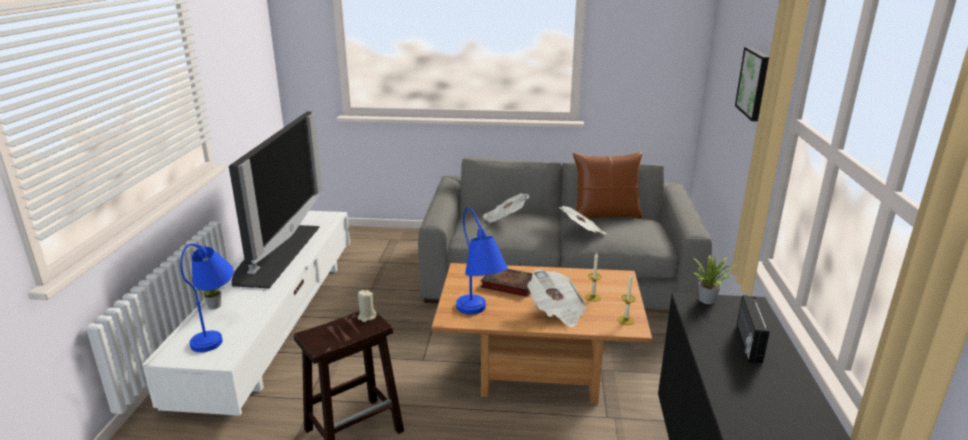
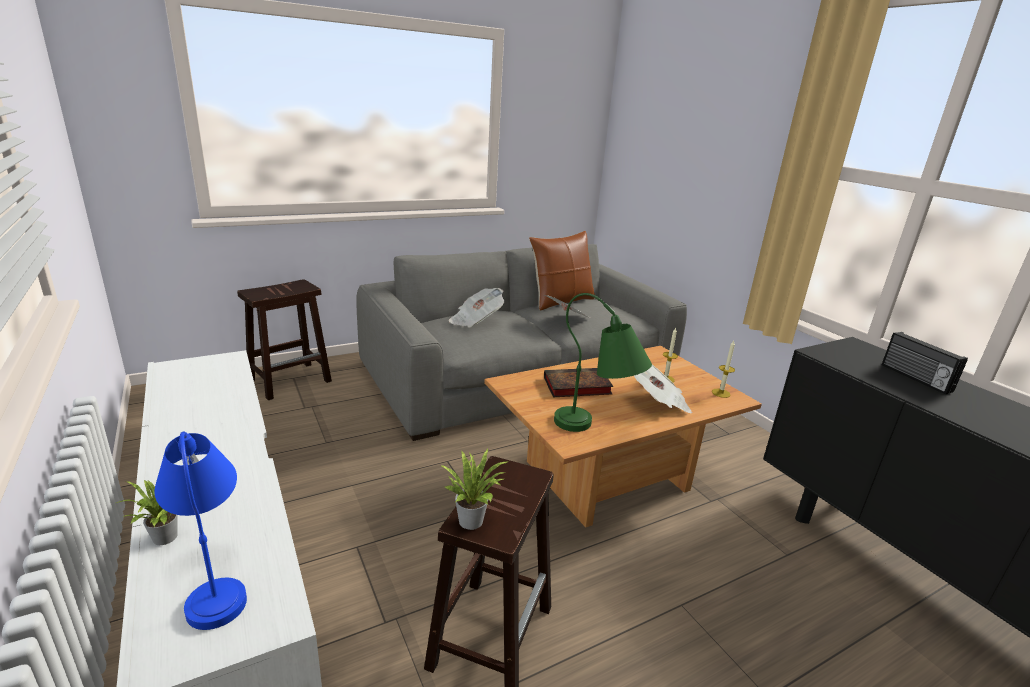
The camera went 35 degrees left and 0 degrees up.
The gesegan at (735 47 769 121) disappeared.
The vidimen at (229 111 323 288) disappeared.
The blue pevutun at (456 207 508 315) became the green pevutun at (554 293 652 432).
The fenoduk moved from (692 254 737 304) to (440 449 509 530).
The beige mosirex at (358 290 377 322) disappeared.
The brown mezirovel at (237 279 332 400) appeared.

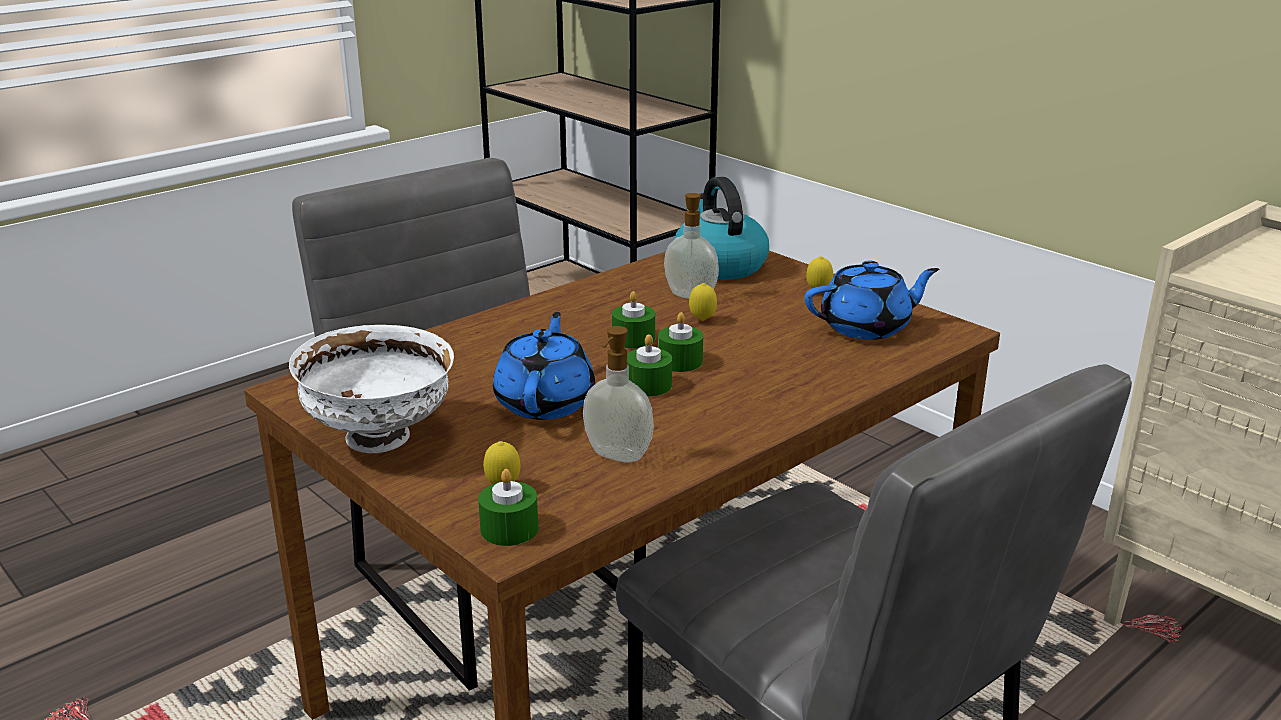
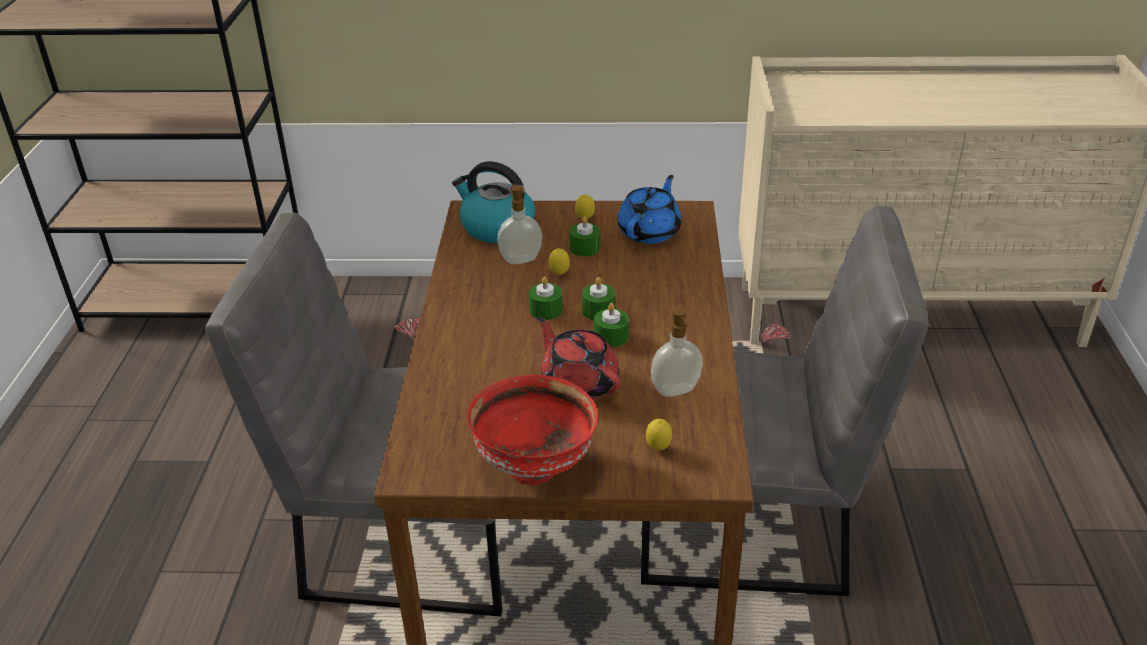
The camera went 45 degrees left and 10 degrees up.
The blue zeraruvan at (493 312 595 420) became the red zeraruvan at (537 317 621 399).
The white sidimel at (289 325 454 453) became the red sidimel at (467 375 598 485).
The green mosirex moved from (478 469 538 546) to (569 216 600 257).

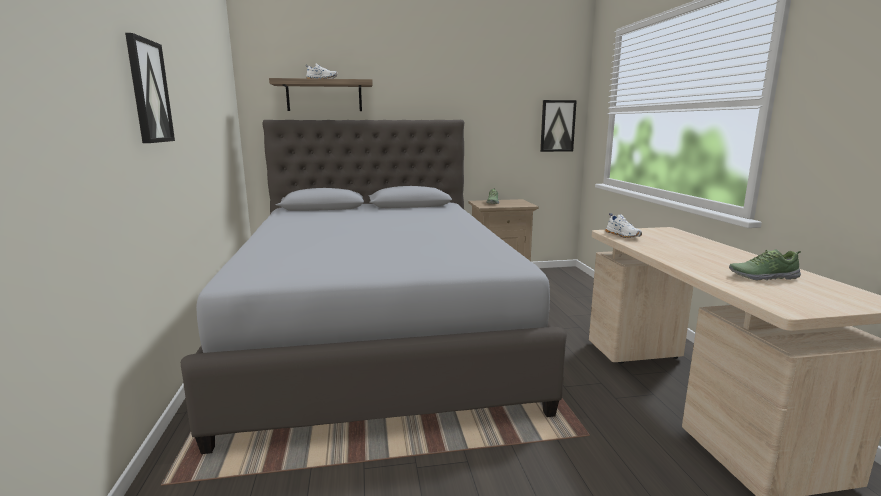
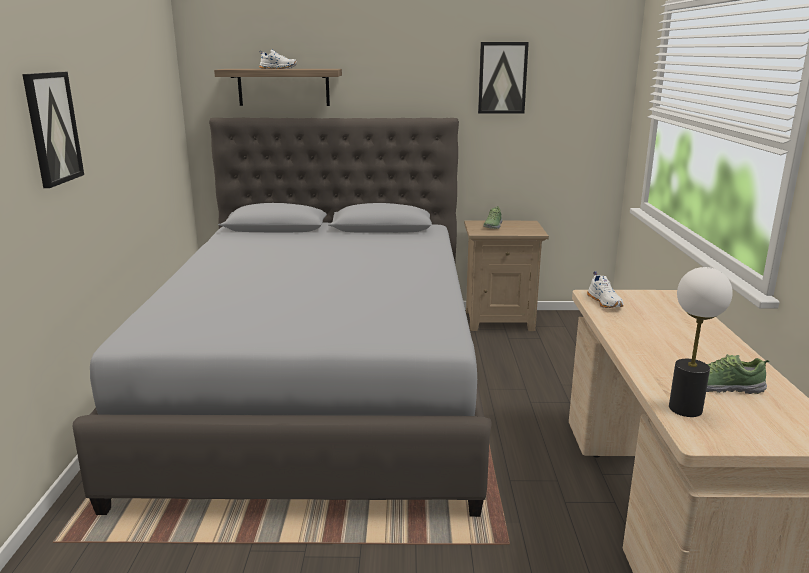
The camera went 10 degrees right and 5 degrees up.
The gesegan moved from (540 100 577 152) to (478 42 529 114).
The pevutun at (669 267 733 417) appeared.

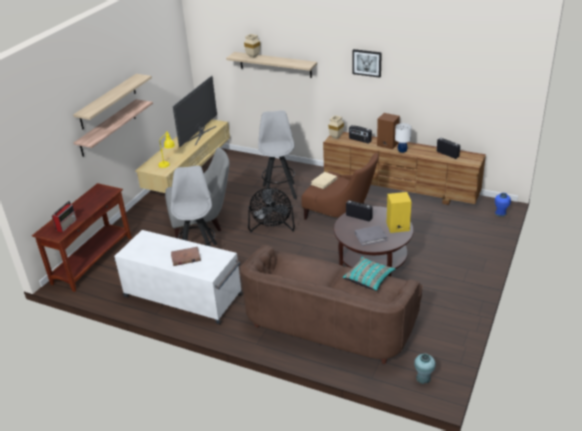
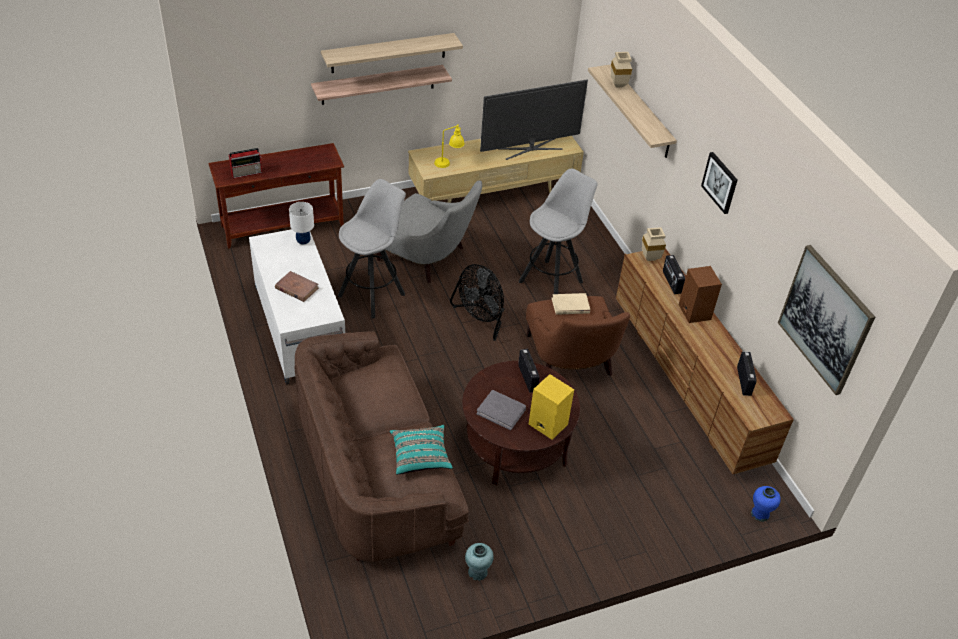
The camera went 40 degrees right and 10 degrees up.
The white pevutun moved from (395 123 411 153) to (289 202 314 245).
The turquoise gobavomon moved from (414 354 436 384) to (465 543 494 581).
The gesegan at (778 245 875 395) appeared.

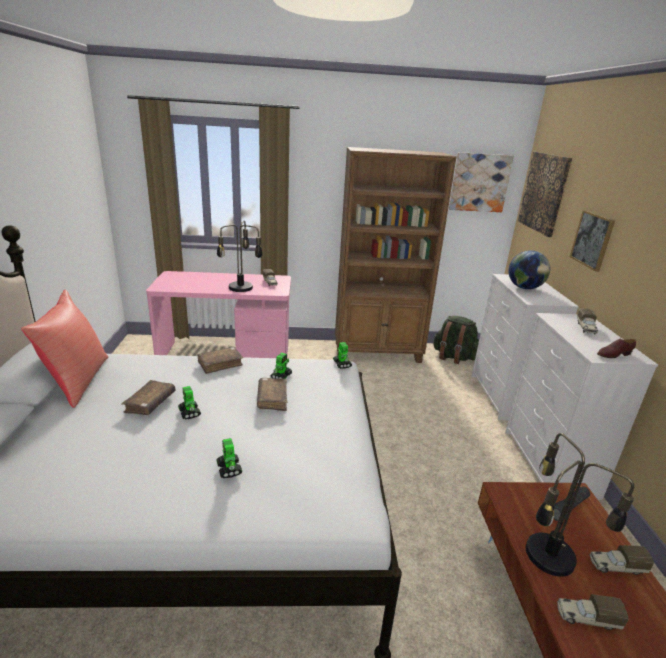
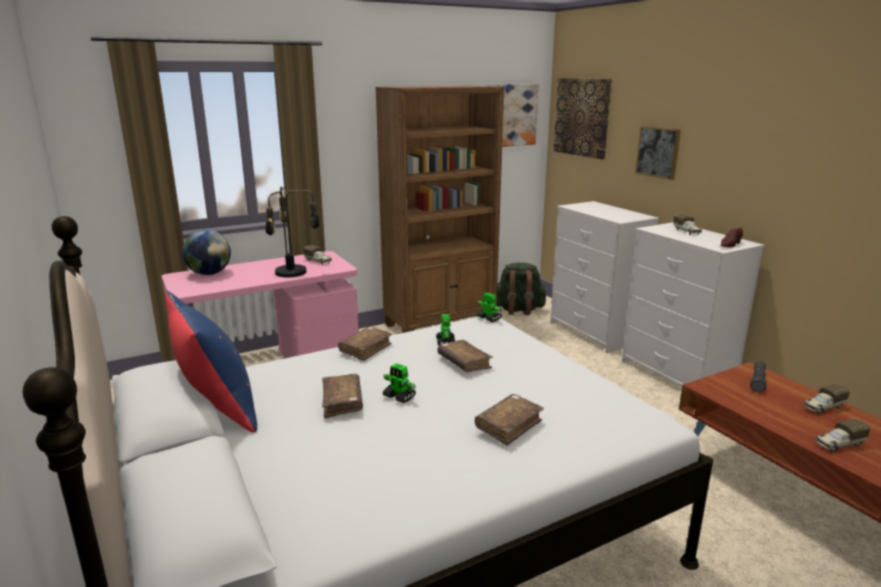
The camera went 25 degrees left and 5 degrees down.
The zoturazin moved from (508 250 550 289) to (182 230 231 275).
The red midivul at (21 289 109 408) became the blue midivul at (165 291 257 433).
The pevutun at (526 433 634 577) disappeared.
The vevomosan at (216 438 242 478) was replaced by the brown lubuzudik at (475 394 544 446).

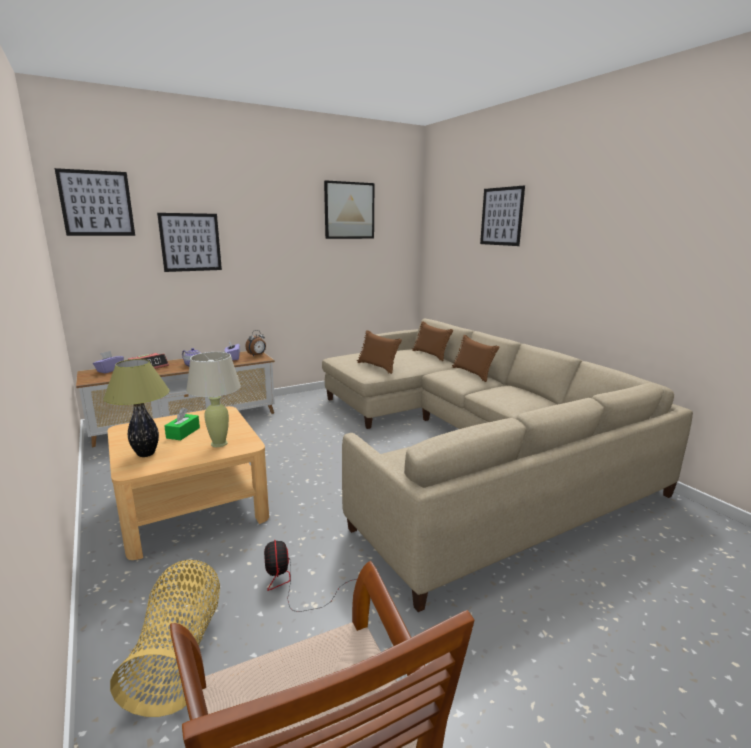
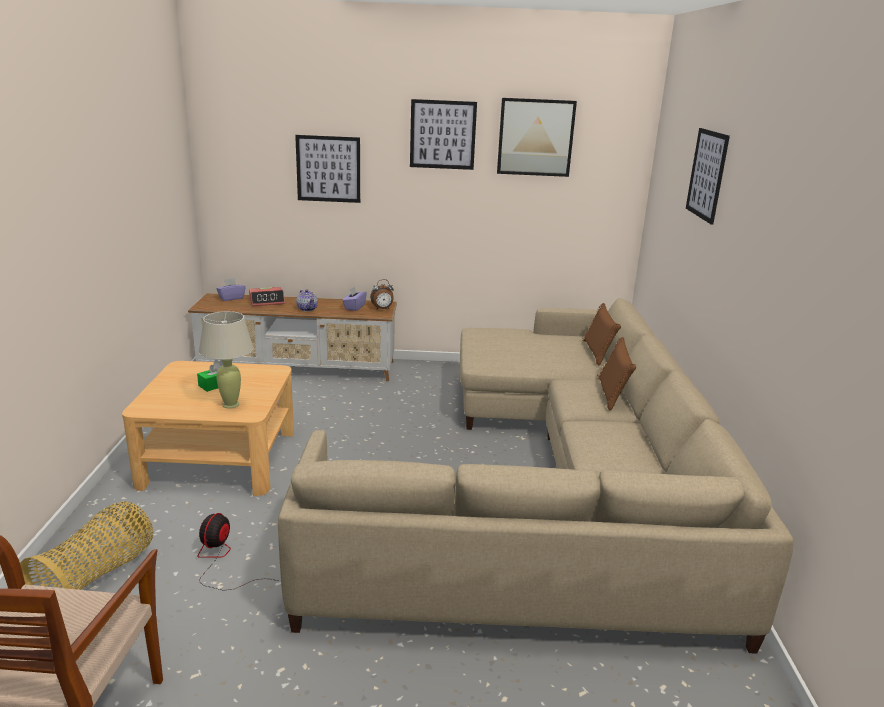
The camera went 30 degrees right and 5 degrees up.
The gesegan moved from (55 168 135 236) to (410 99 477 170).
The brown midivul at (357 330 402 374) disappeared.
The pevutun at (103 359 170 457) disappeared.

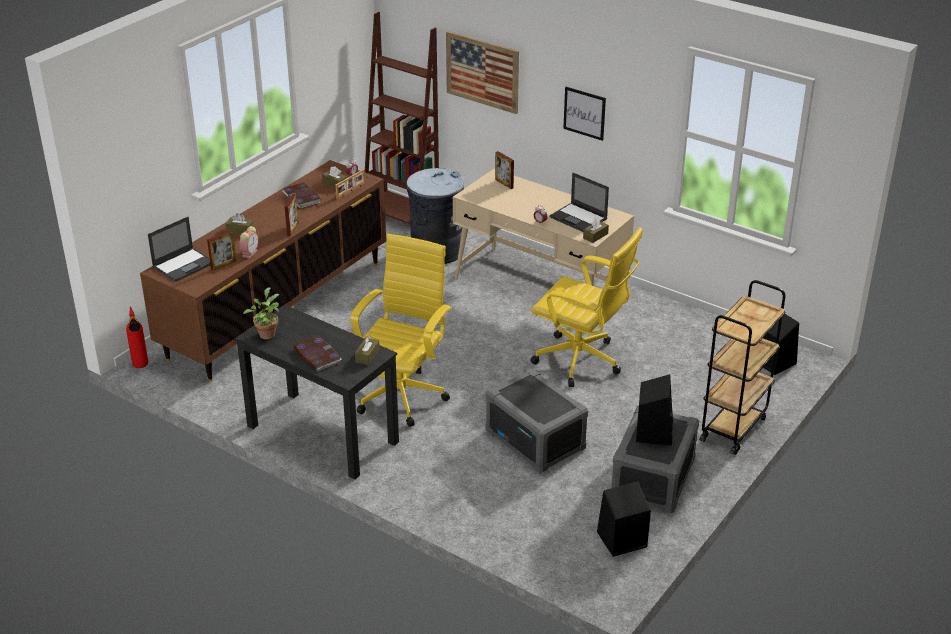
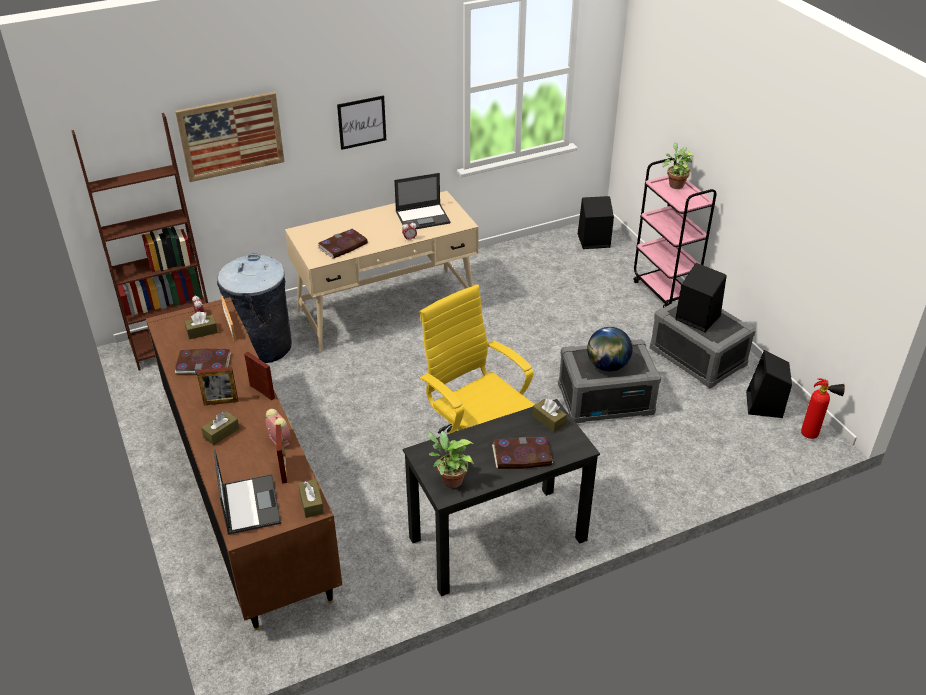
The camera went 60 degrees left and 5 degrees up.
The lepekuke moved from (495 151 514 189) to (197 367 238 405).
The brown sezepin moved from (583 218 609 243) to (298 479 324 518).
The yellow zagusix at (531 227 642 387) disappeared.
The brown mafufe at (699 280 785 455) became the pink mafufe at (634 158 717 308).
The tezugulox moved from (126 306 148 368) to (801 378 845 439).
The fenoduk at (663 143 694 189) appeared.
The lubuzudik at (317 229 368 259) appeared.
The zoturazin at (587 327 633 371) appeared.

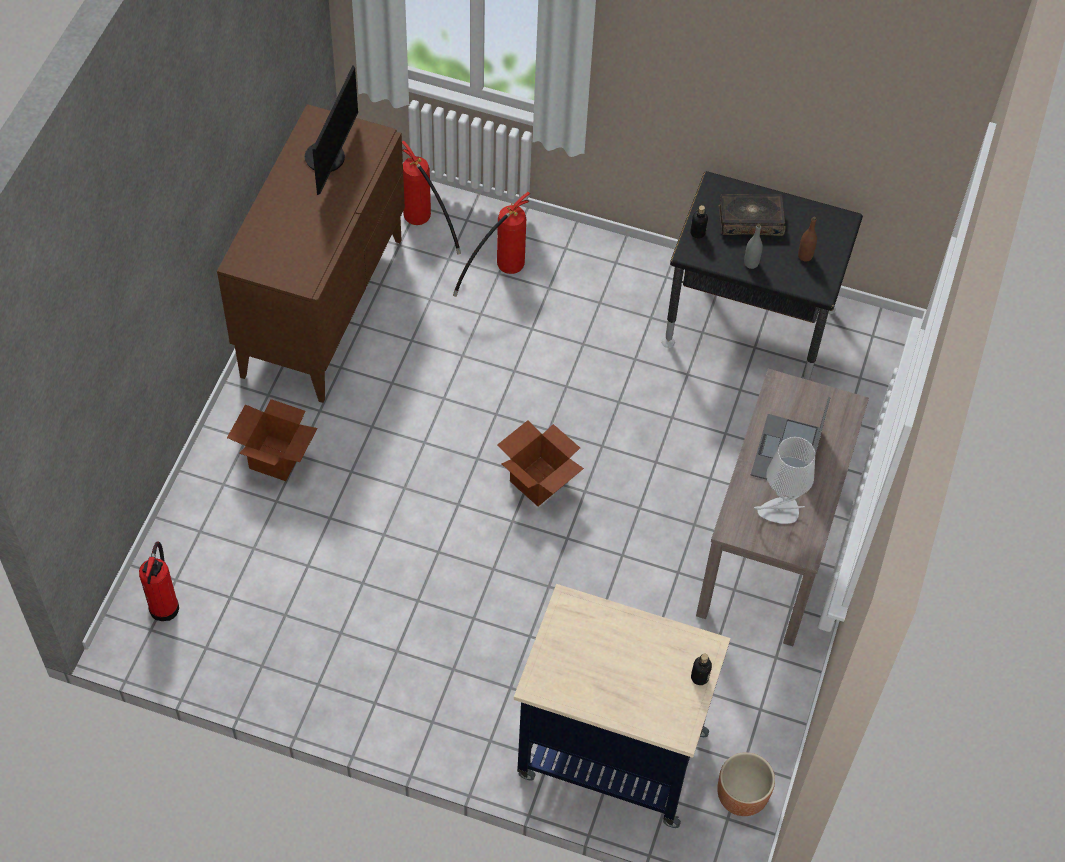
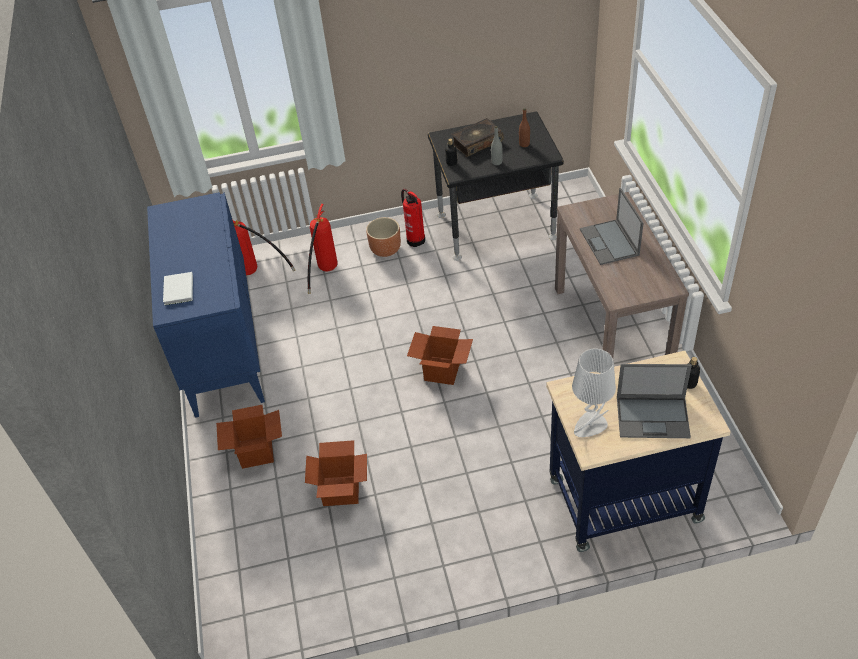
The camera went 25 degrees left and 10 degrees down.
The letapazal at (305 65 358 195) disappeared.
The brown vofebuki at (217 104 405 403) became the blue vofebuki at (147 192 265 418).
The grey pevutun moved from (754 437 815 524) to (572 348 616 437).
The tezugulox moved from (139 541 179 621) to (401 189 425 247).
The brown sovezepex moved from (717 752 775 816) to (366 217 401 257).
The white lubuzudik at (163 272 193 305) appeared.
The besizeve at (617 364 692 438) appeared.
The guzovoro at (305 440 367 506) appeared.

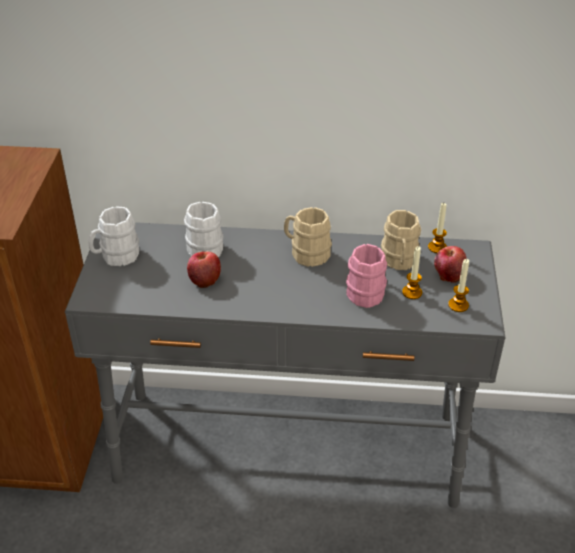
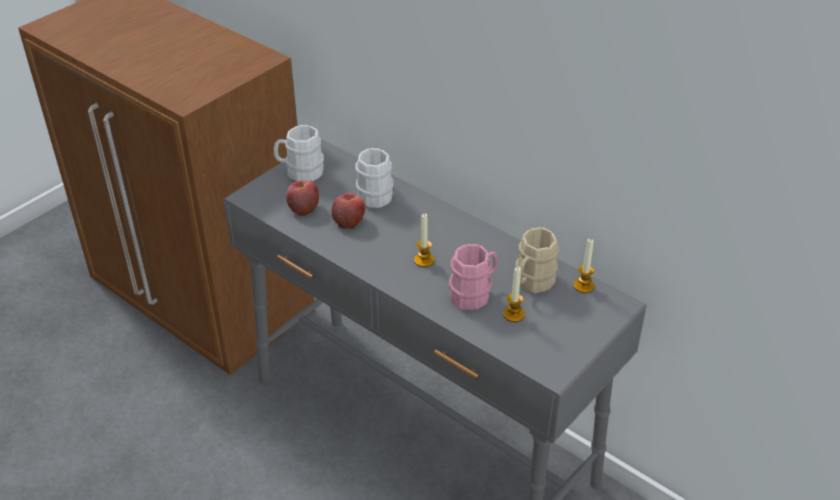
The camera went 35 degrees right and 0 degrees up.
The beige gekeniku at (284 207 332 267) disappeared.
The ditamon moved from (434 246 467 283) to (286 180 319 216).
The mosirex moved from (448 259 469 312) to (414 213 434 267).

